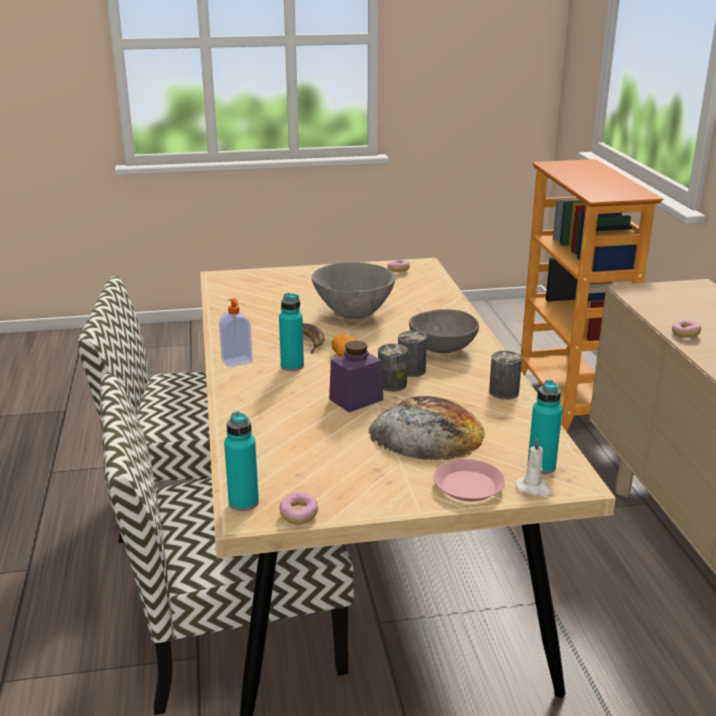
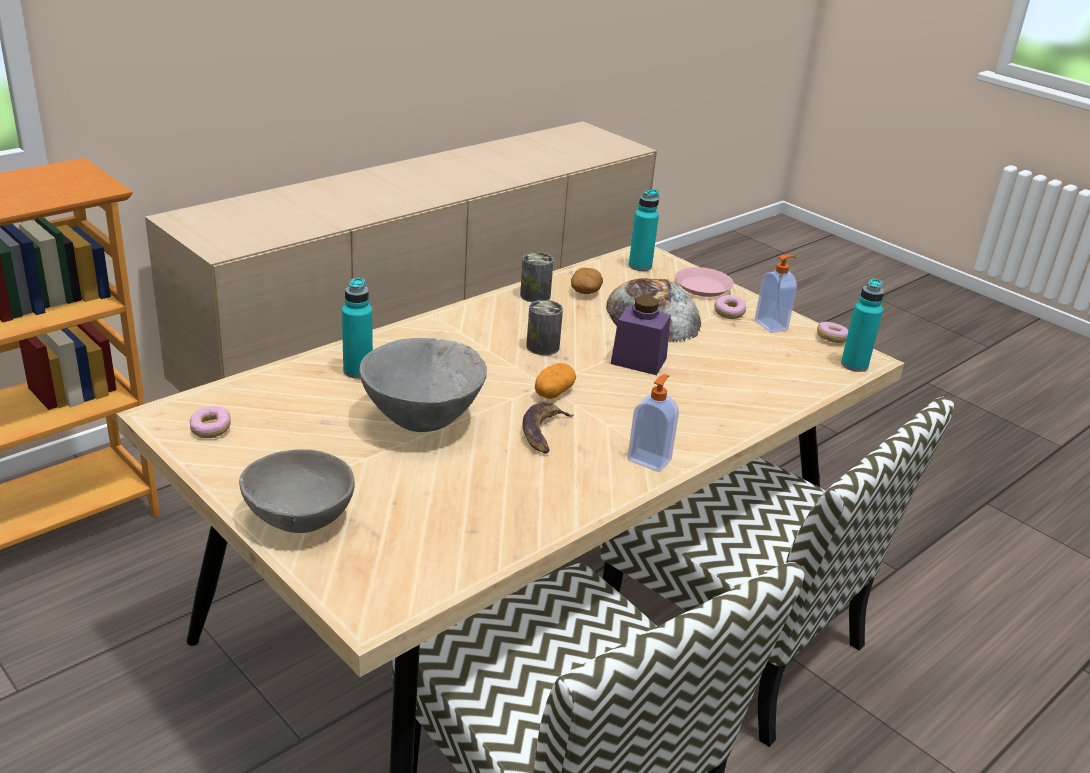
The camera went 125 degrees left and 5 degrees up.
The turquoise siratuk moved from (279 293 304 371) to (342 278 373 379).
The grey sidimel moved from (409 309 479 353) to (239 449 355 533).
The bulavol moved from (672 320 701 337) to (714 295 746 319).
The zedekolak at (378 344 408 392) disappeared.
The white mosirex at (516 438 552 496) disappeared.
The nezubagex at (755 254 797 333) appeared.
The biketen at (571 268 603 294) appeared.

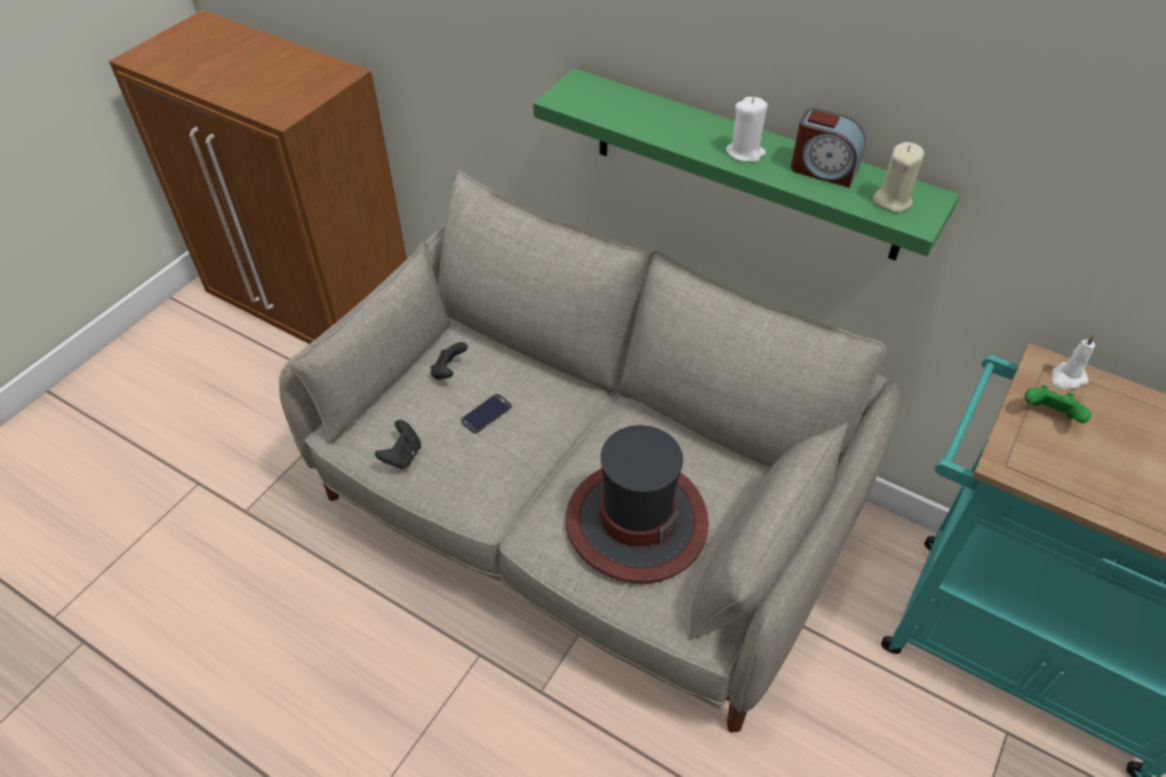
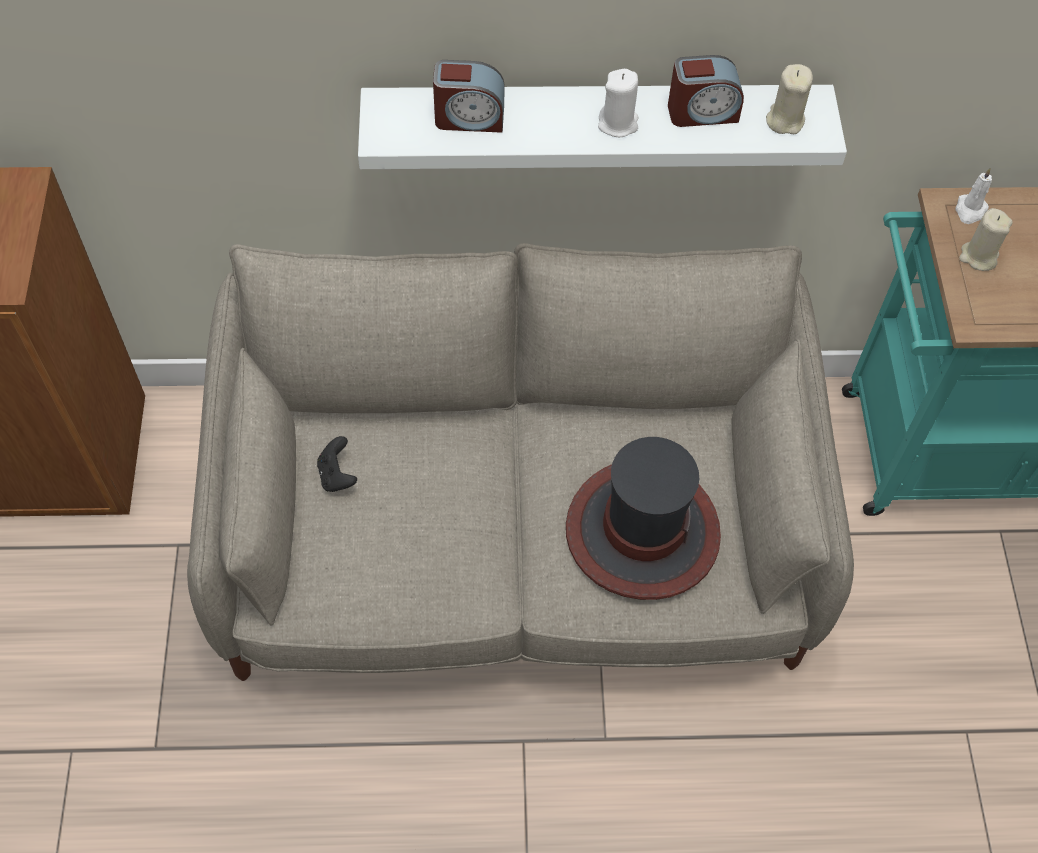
The camera went 35 degrees left and 10 degrees up.
The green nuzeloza at (533 68 960 260) became the white nuzeloza at (358 85 847 169).
The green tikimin at (1024 385 1091 423) was replaced by the beige mosirex at (959 208 1013 271).
The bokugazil at (461 394 512 433) disappeared.
The black tikimin at (375 420 421 469) disappeared.
The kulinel at (433 60 505 133) appeared.

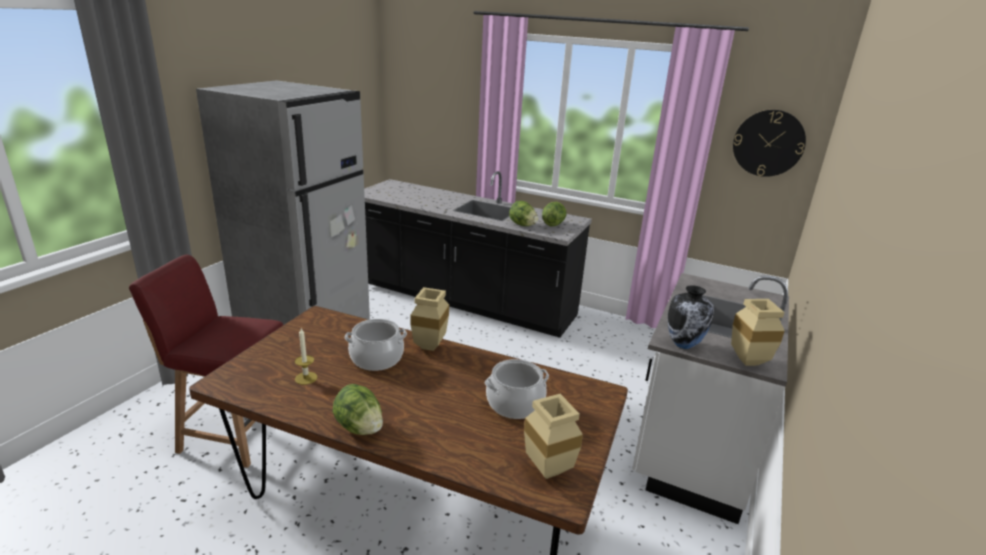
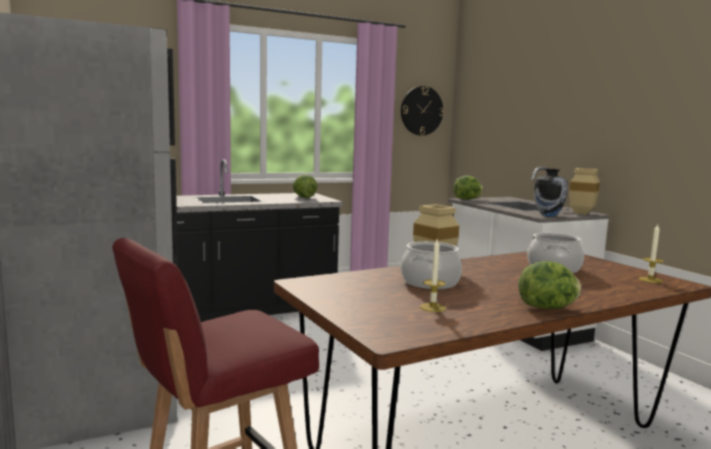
The camera went 50 degrees left and 15 degrees down.
The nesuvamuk moved from (509 201 538 226) to (453 175 484 199).
The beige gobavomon at (524 394 583 479) was replaced by the mosirex at (639 224 663 283).

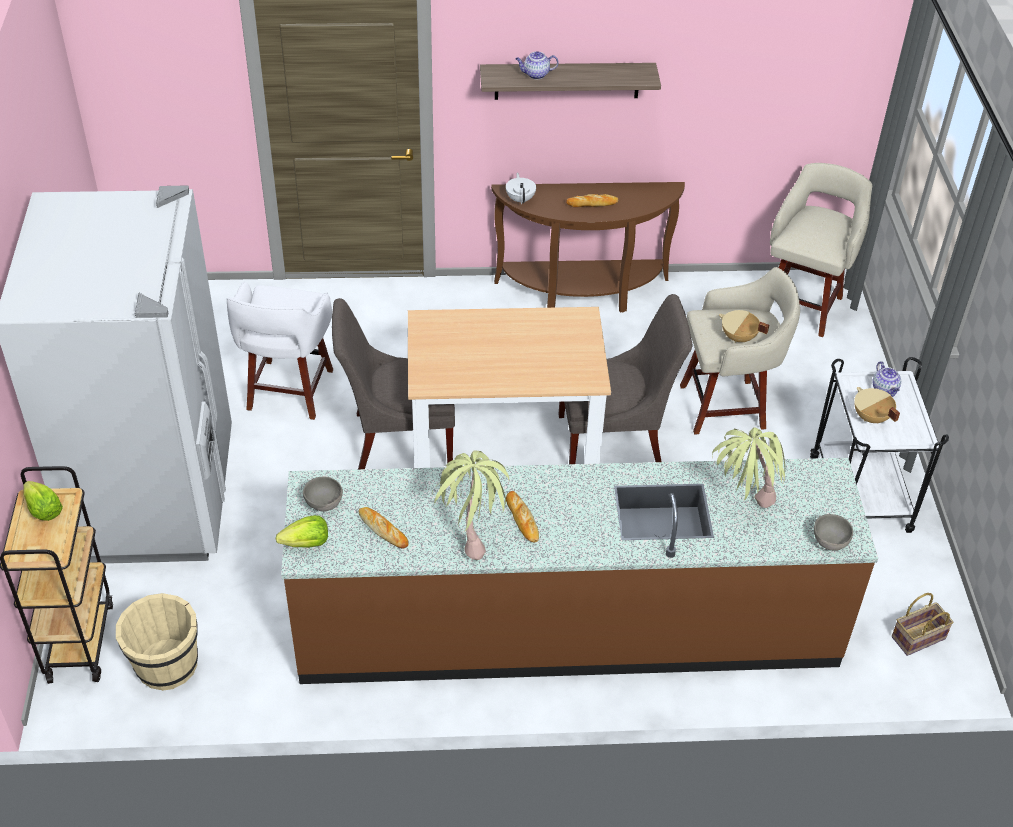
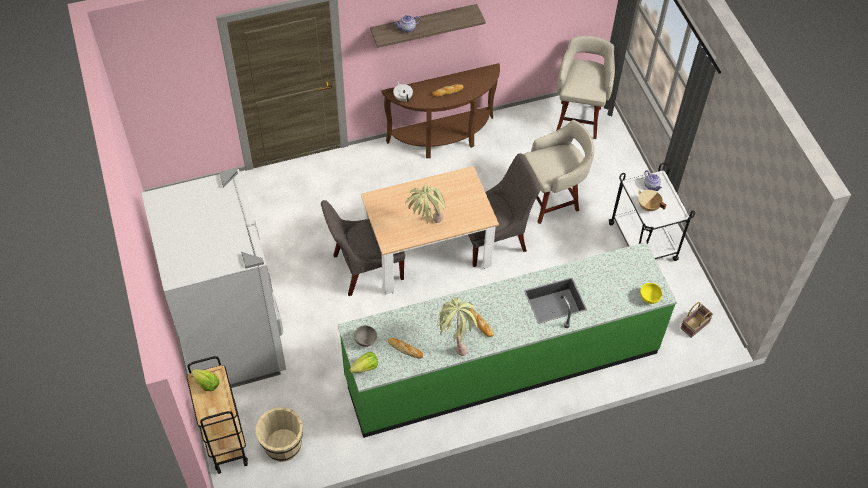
The camera went 15 degrees left and 10 degrees up.
The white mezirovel at (227 282 333 420) disappeared.
The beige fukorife at (719 310 769 343) disappeared.
The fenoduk moved from (712 427 785 508) to (405 185 445 224).
The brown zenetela at (281 458 878 684) became the green zenetela at (338 242 677 438).
The grey sidimel at (814 514 853 551) became the yellow sidimel at (640 283 662 304).

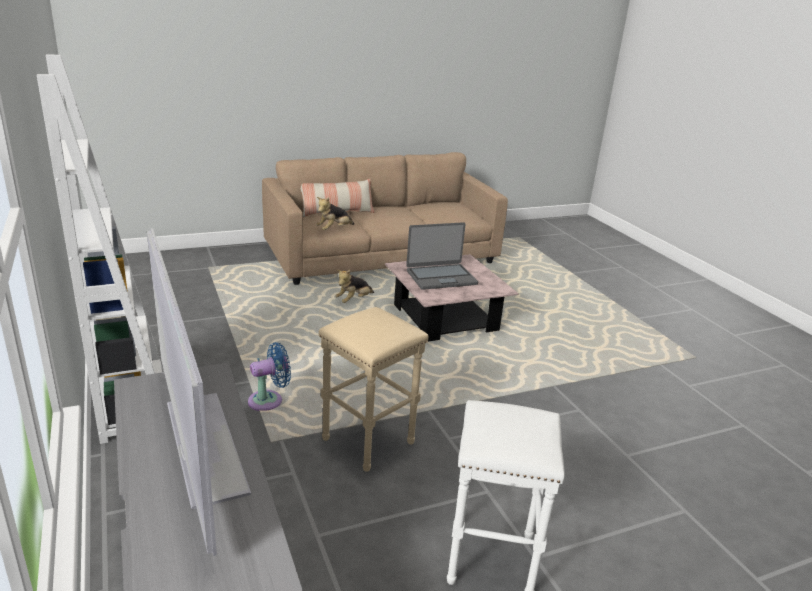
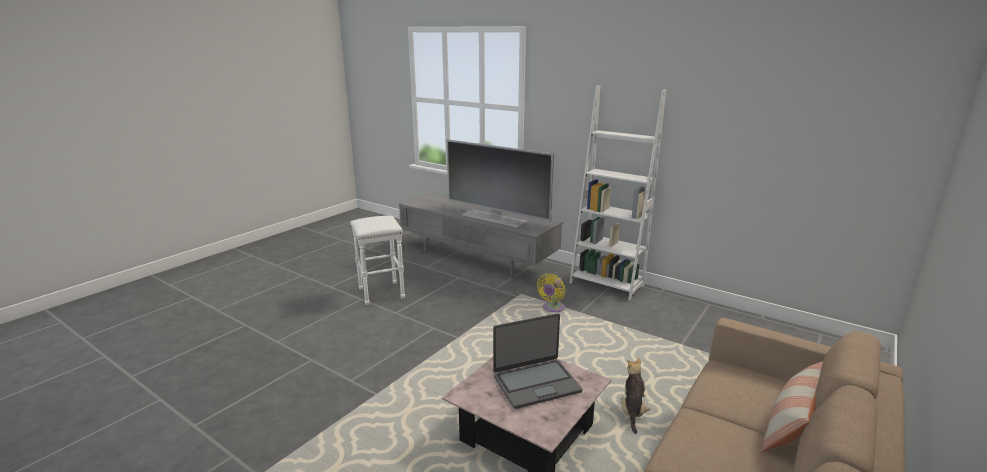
The camera went 150 degrees right and 5 degrees down.
The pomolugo at (316 197 354 230) disappeared.
The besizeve at (406 222 478 290) turned 150 degrees counterclockwise.
The beige mezirovel at (319 307 429 472) disappeared.
The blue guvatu at (248 342 291 411) became the yellow guvatu at (537 274 565 312).

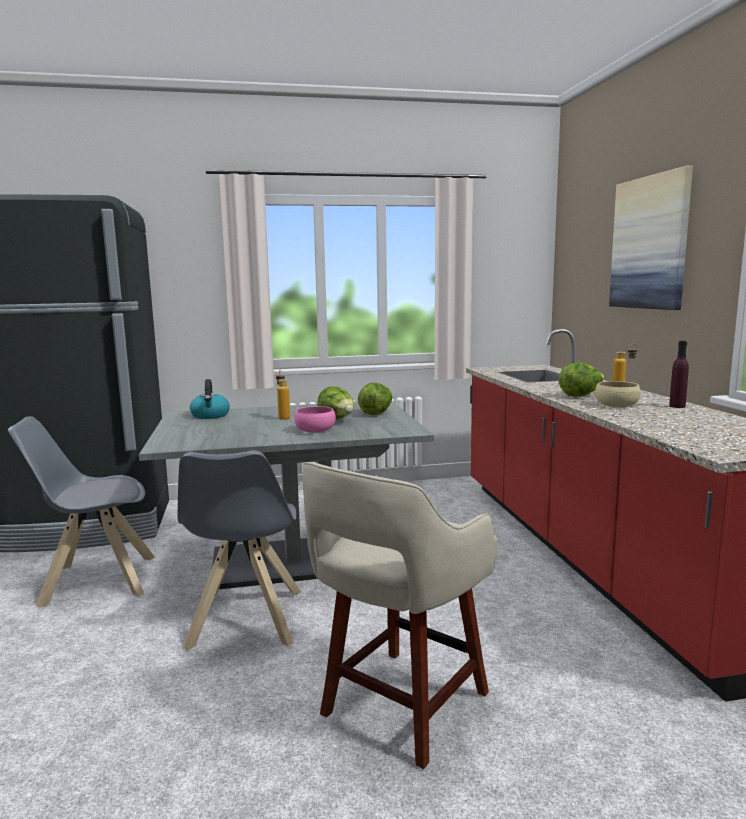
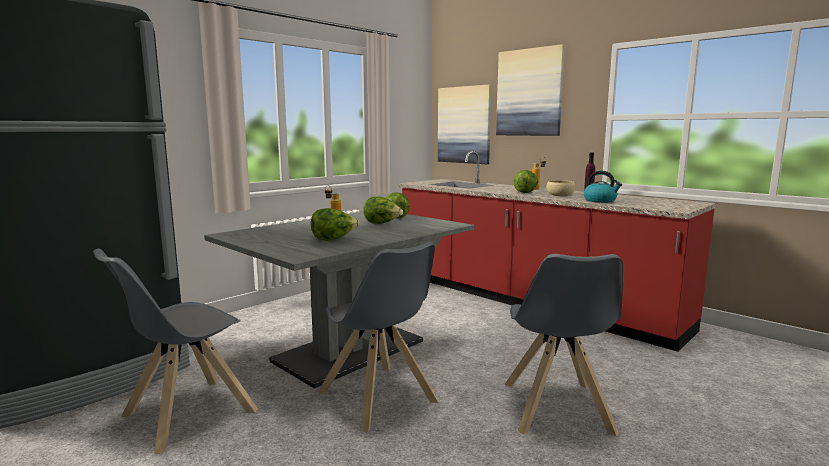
The camera went 35 degrees left and 0 degrees up.
The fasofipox moved from (190 379 230 419) to (584 171 622 203).
The pink sidimel at (294 406 336 433) disappeared.
The beige mezirovel at (302 462 498 769) was replaced by the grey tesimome at (505 254 623 436).
The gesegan at (438 85 492 164) appeared.
The nesuvamuk at (311 208 359 241) appeared.

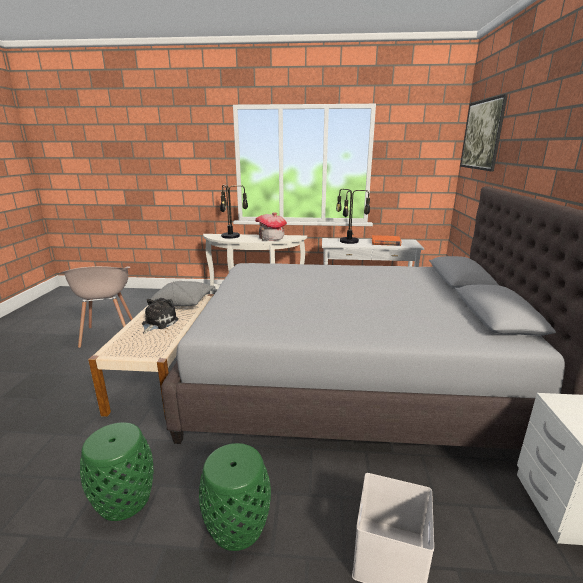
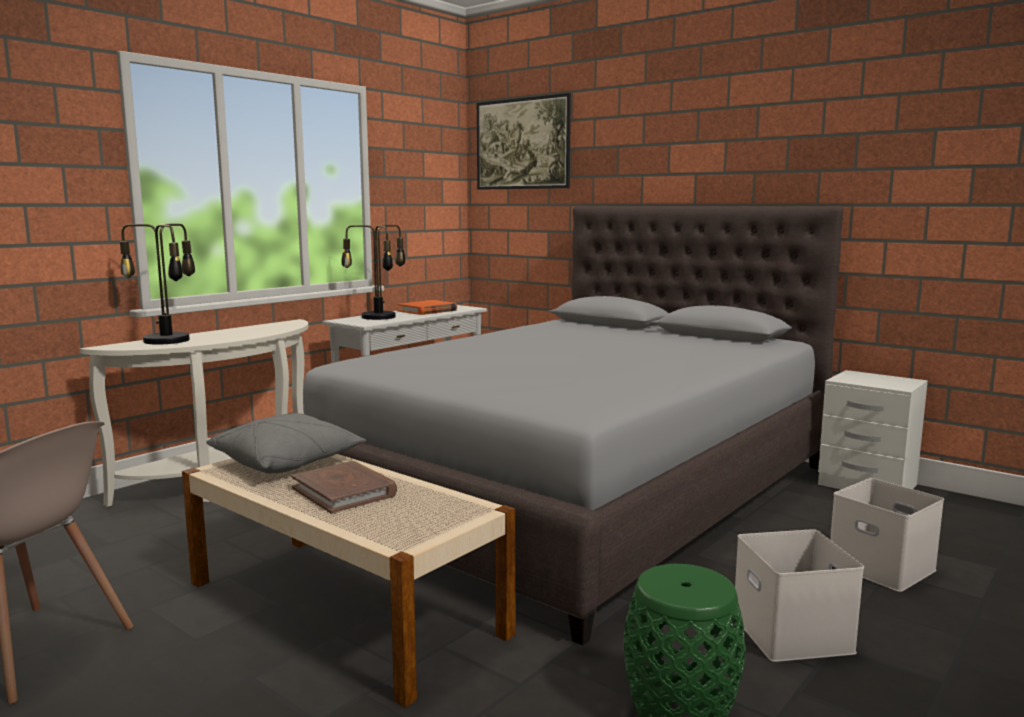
The camera went 55 degrees left and 10 degrees down.
The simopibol at (255 213 287 241) disappeared.
The pomolugo at (142 298 179 334) was replaced by the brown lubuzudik at (291 461 397 513).
The green mezirovel at (199 443 271 551) was replaced by the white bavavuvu at (735 529 864 662).

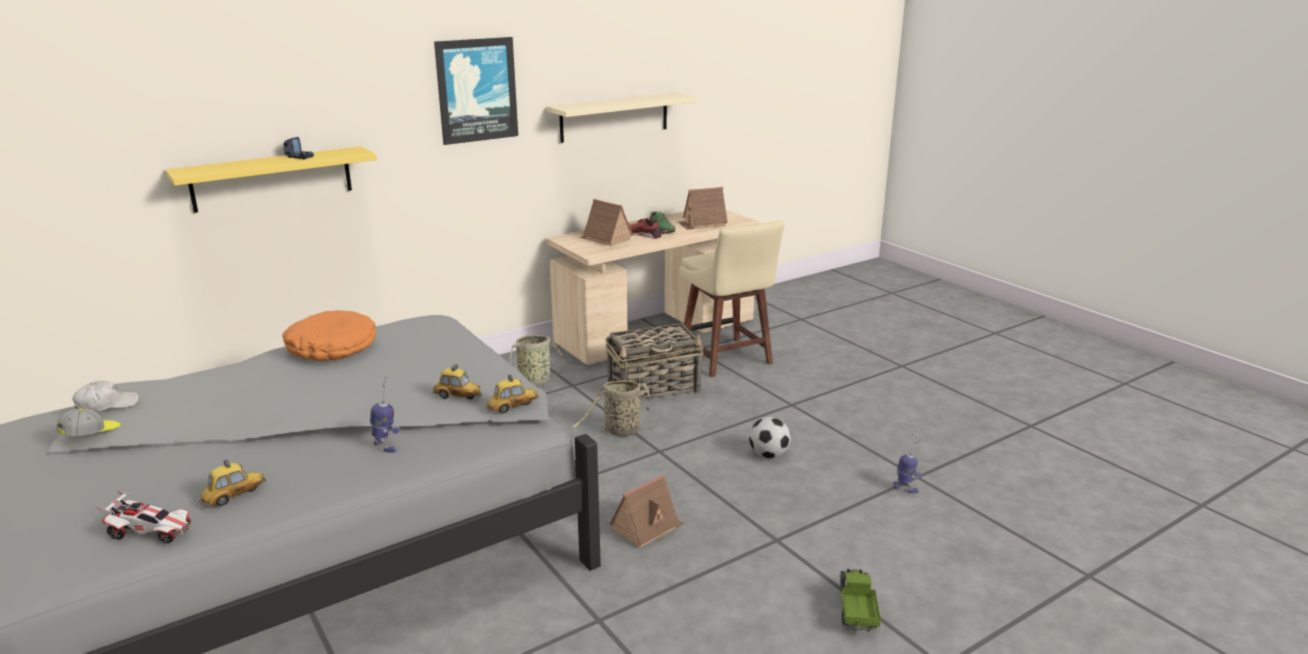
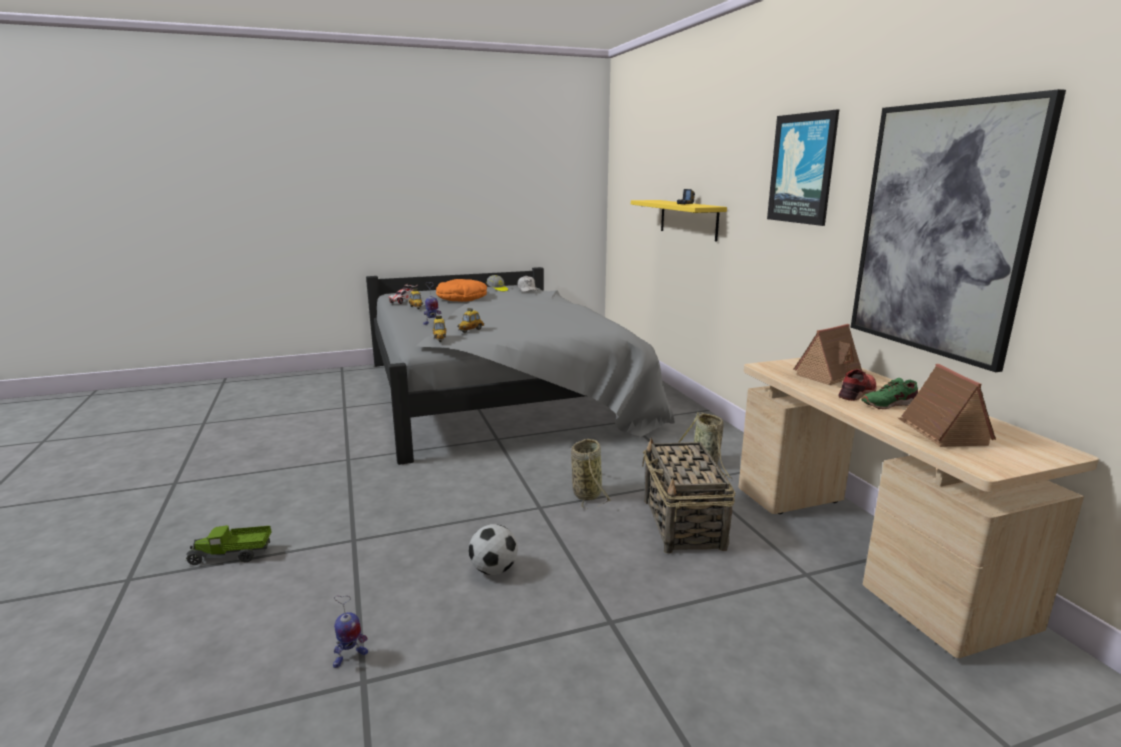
The camera went 105 degrees right and 5 degrees down.
The beige nuzeloza at (547 92 698 143) was replaced by the gesegan at (851 89 1066 372).
The beige mezirovel at (679 221 784 377) disappeared.
The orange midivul moved from (282 310 376 361) to (436 279 487 302).
The simopibol at (610 475 684 548) disappeared.
The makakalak at (839 569 881 632) turned 150 degrees clockwise.

